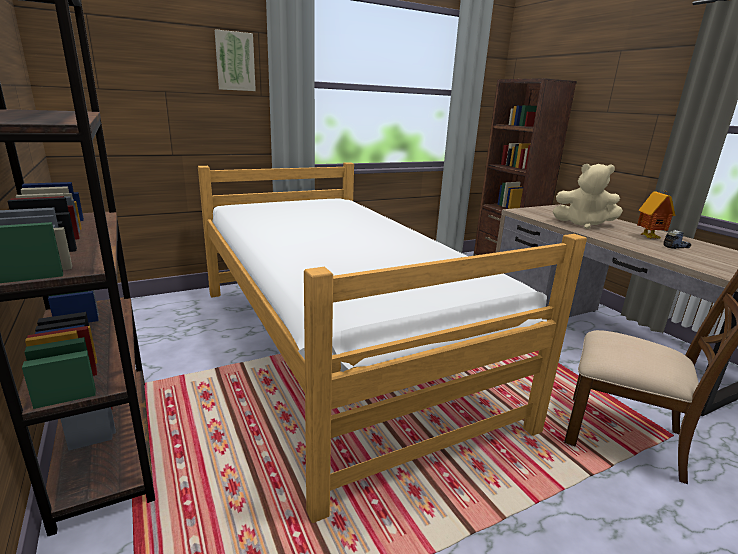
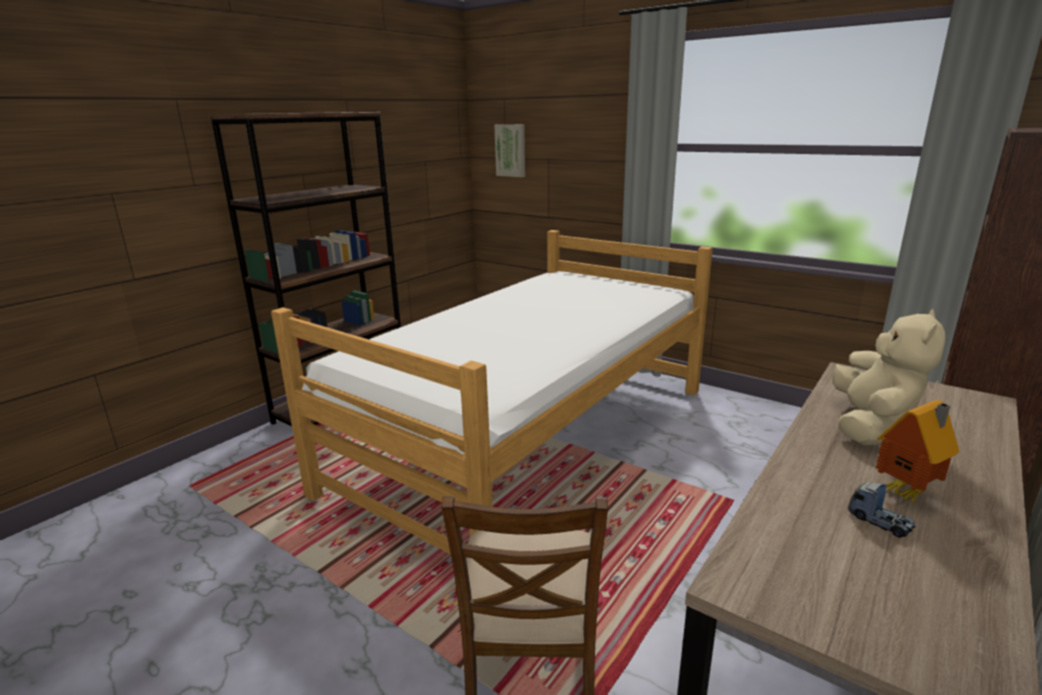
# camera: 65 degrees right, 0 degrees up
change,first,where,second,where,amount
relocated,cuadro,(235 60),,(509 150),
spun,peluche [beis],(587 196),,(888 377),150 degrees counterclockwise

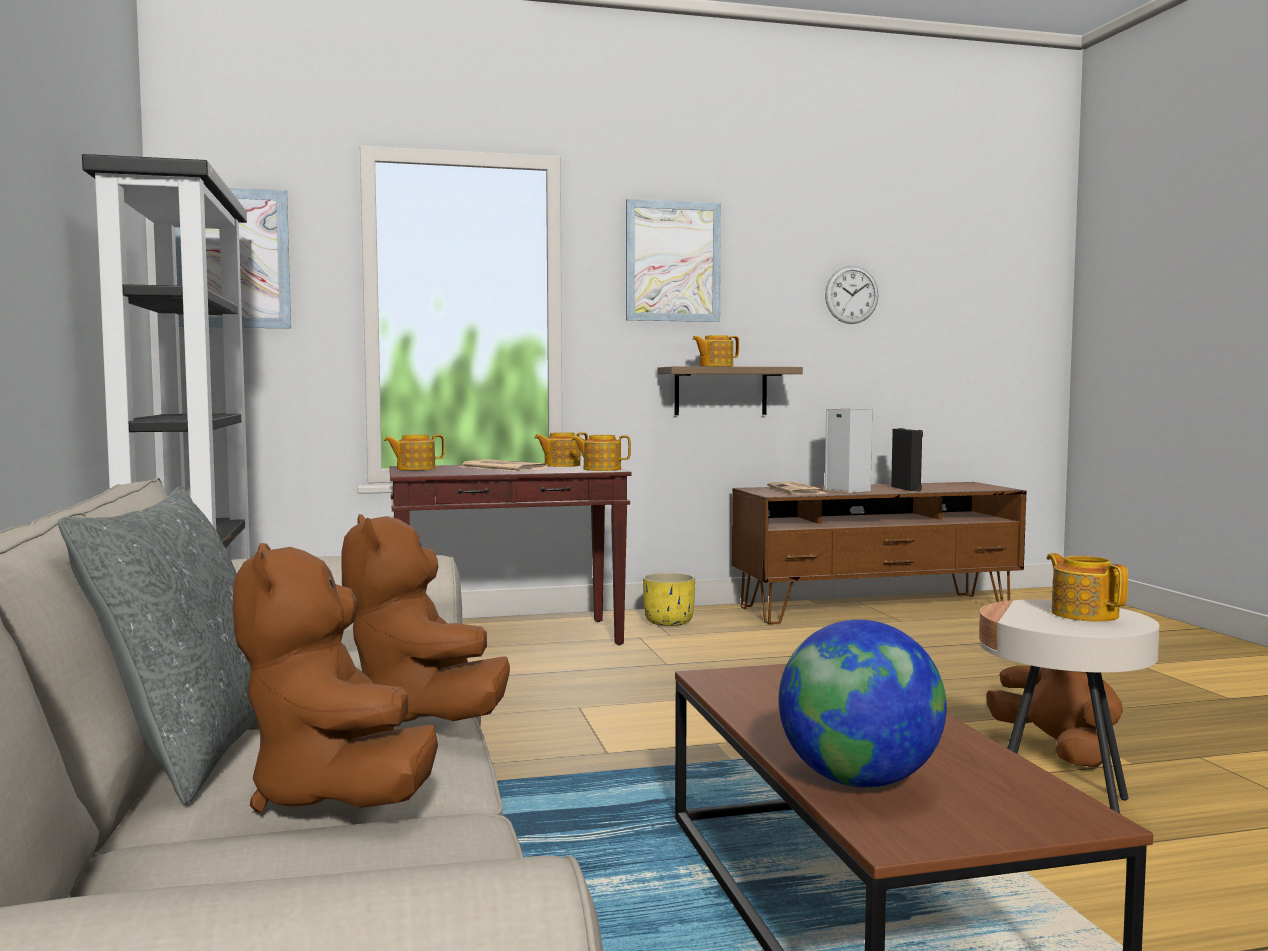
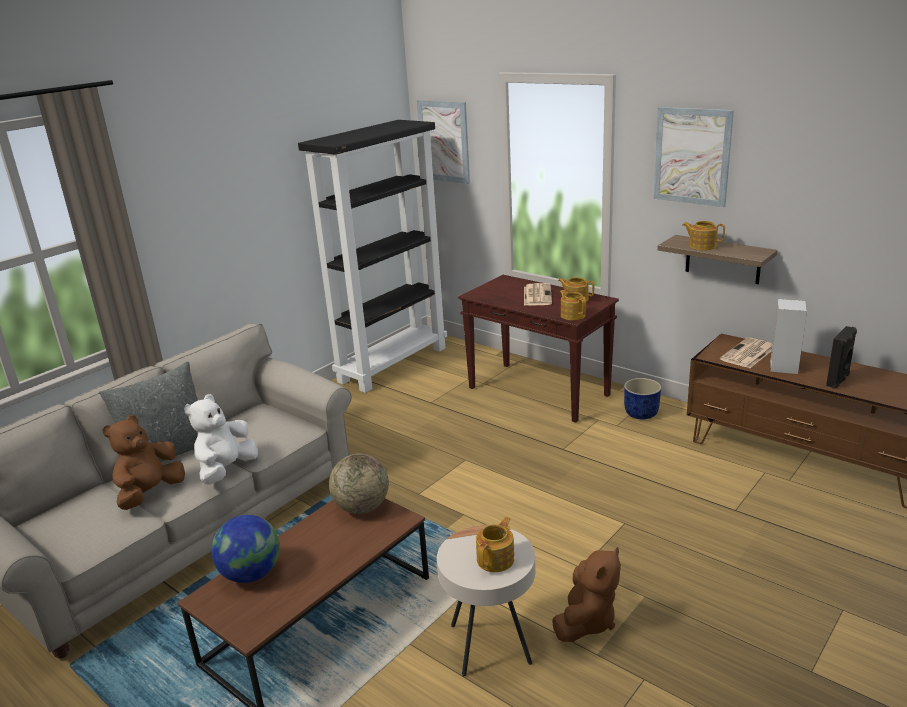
# camera: 55 degrees right, 20 degrees up
change,first,where,second,where,amount
missing,tetera,(414 452),,,
missing,reloj de pared,(852 295),,,
appeared,,,globo terráqueo,(359 483),
colour,peluche [marrón],(425 618),peluche [blanco],(221 439),
colour,maceta [amarillo],(669 599),maceta [azul],(642 398),

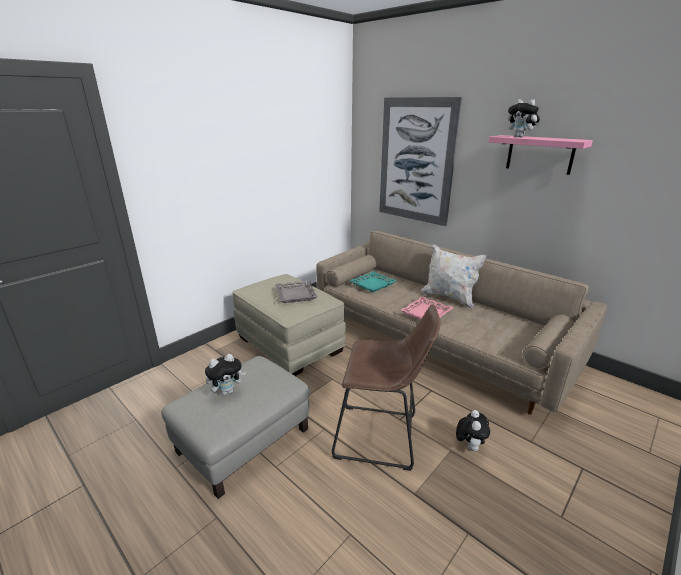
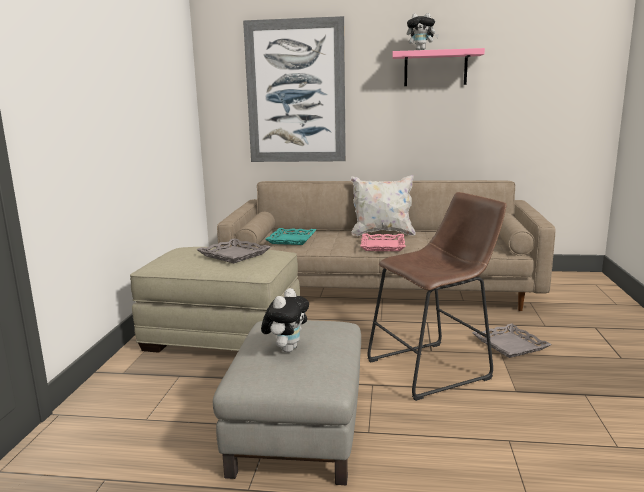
# camera: 35 degrees left, 10 degrees down
change,first,where,second,where,amount
exchanged,peluche,(473 431),bandeja [gris],(512 340),

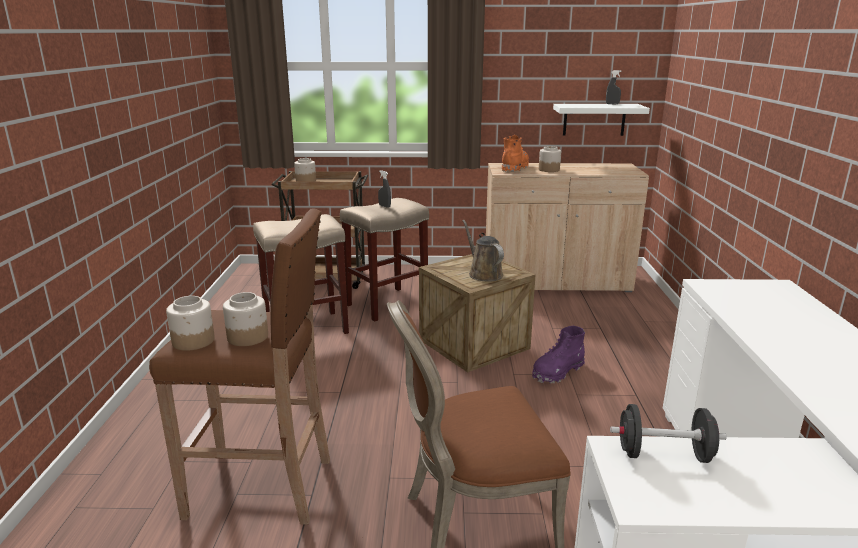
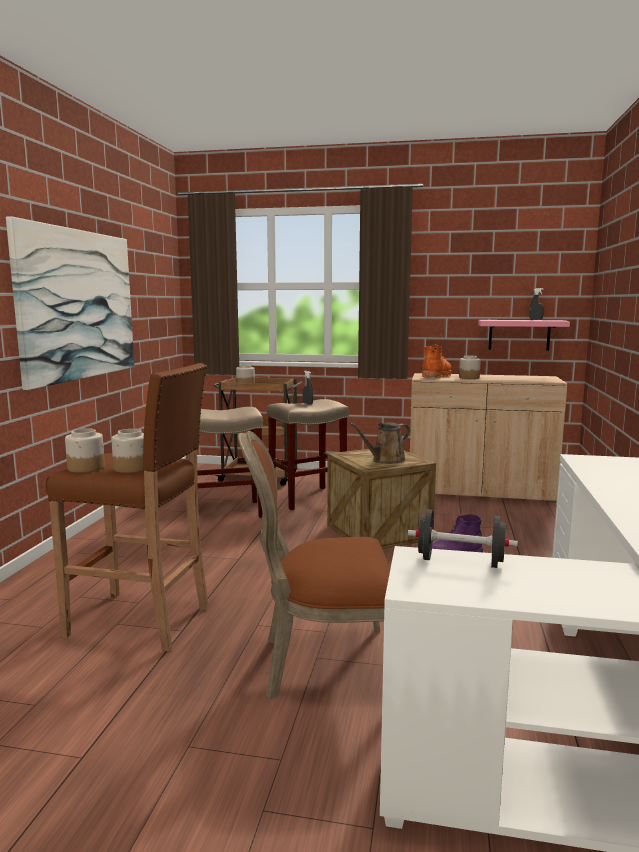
# camera: 10 degrees right, 10 degrees down
change,first,where,second,where,amount
appeared,,,cuadro,(70 303),
colour,estante [blanco],(601 120),estante [rosa],(524 335),
spun,regadera [marrón],(483 250),,(380 443),105 degrees counterclockwise

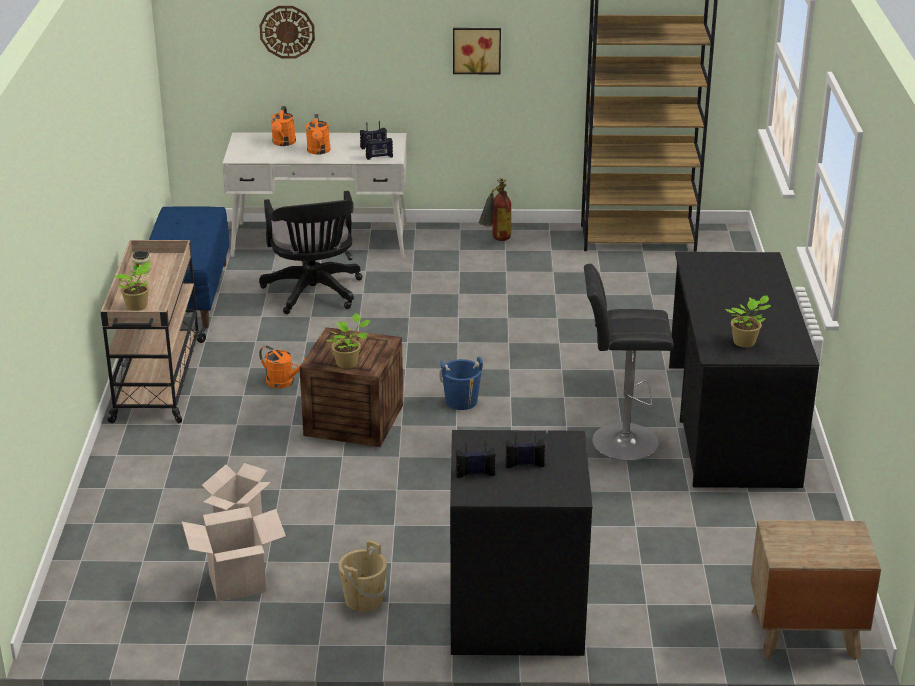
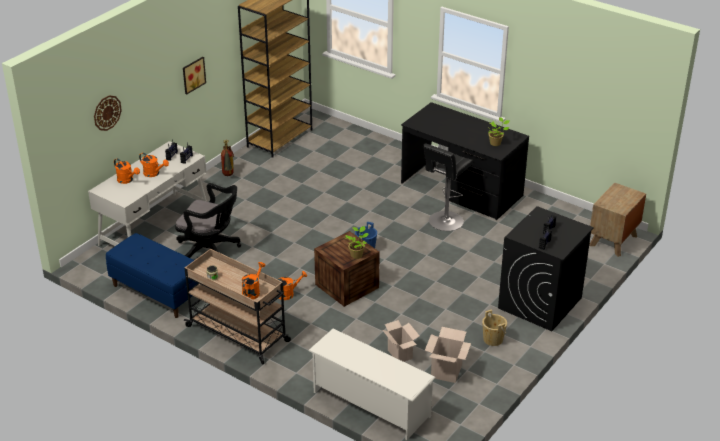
# camera: 55 degrees left, 5 degrees up
change,first,where,second,where,amount
appeared,,,zapatero [blanco],(372 384),
exchanged,planta en maceta,(132 286),regadera [naranja],(253 281),

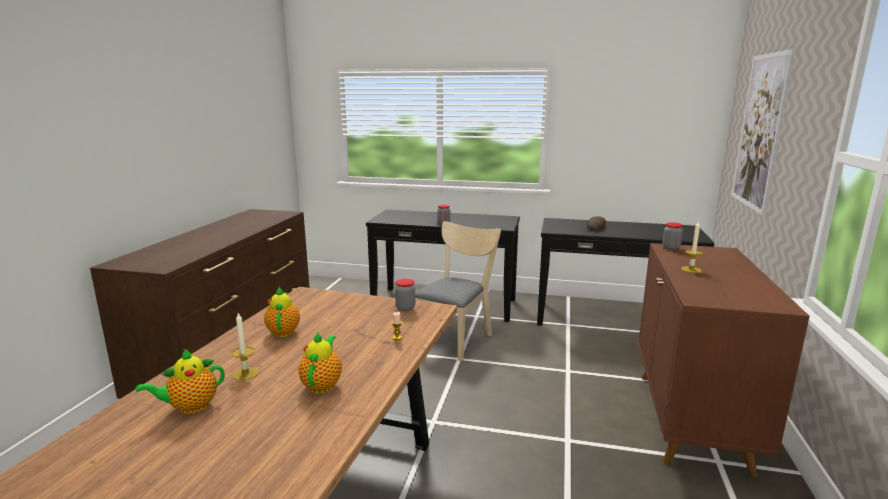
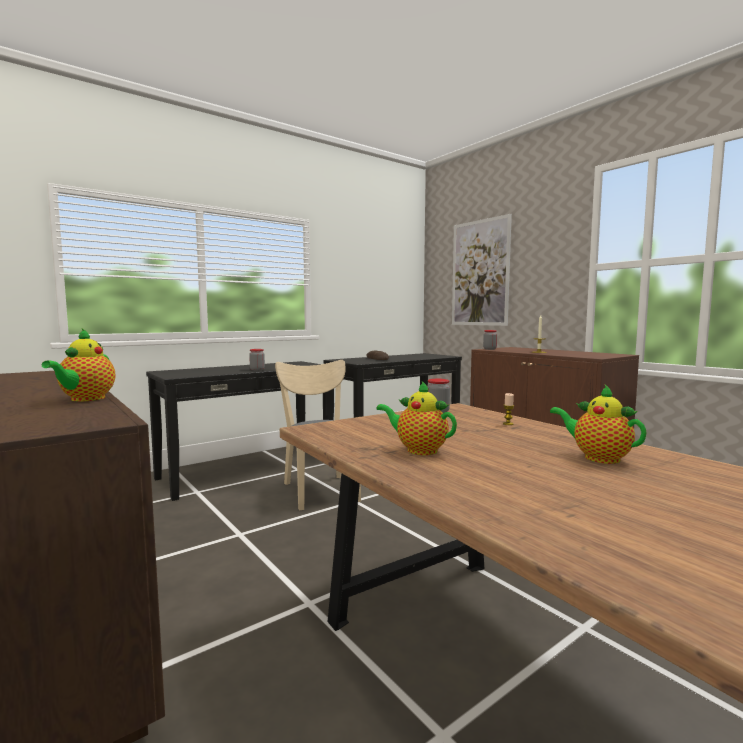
# camera: 50 degrees left, 10 degrees down
change,first,where,second,where,amount
missing,vela,(245 347),,,
relocated,tetera,(180 381),,(78 364),

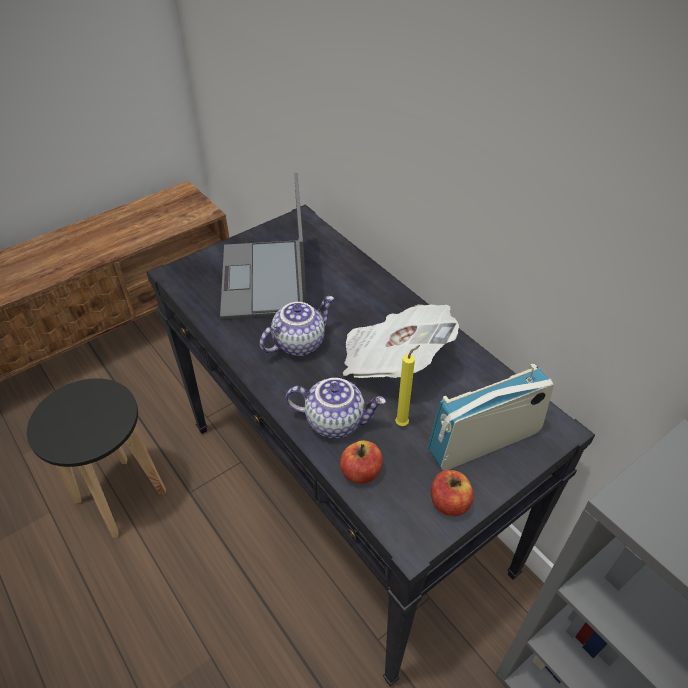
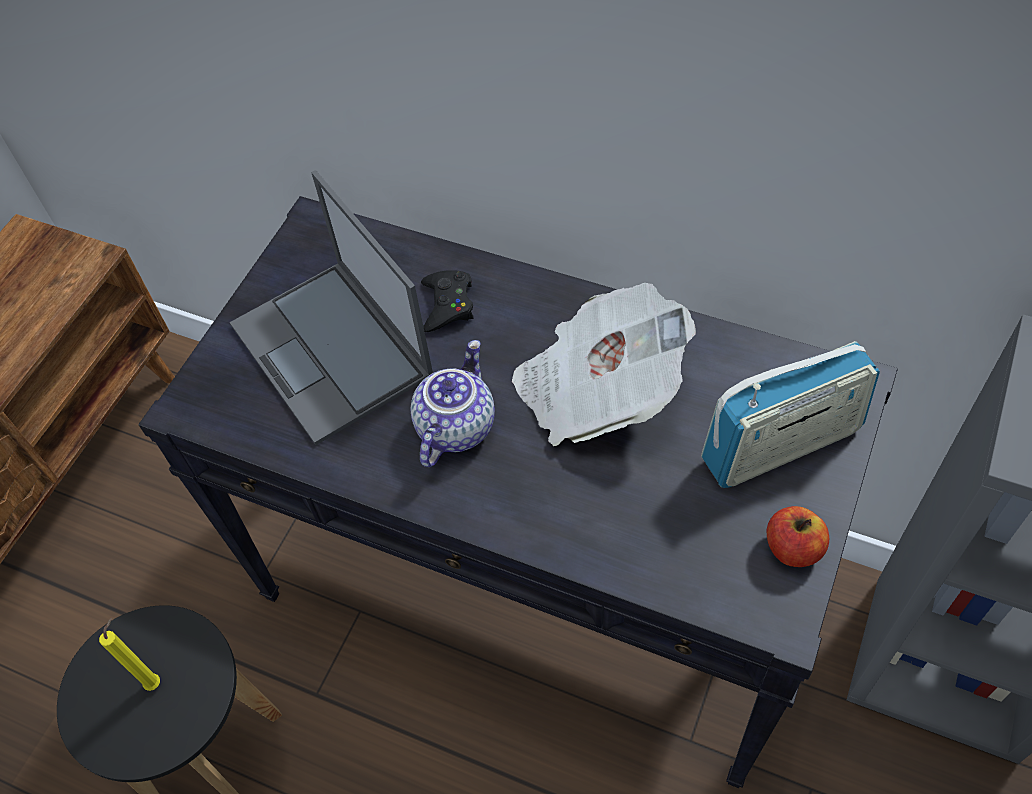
# camera: 25 degrees left, 10 degrees up
change,first,where,second,where,amount
missing,tetera,(335 408),,,
missing,manzana,(361 462),,,
appeared,,,mando de consola [negro],(447 301),
relocated,vela [amarillo],(407 385),,(129 654),
spun,radio,(491 417),,(790 414),150 degrees counterclockwise

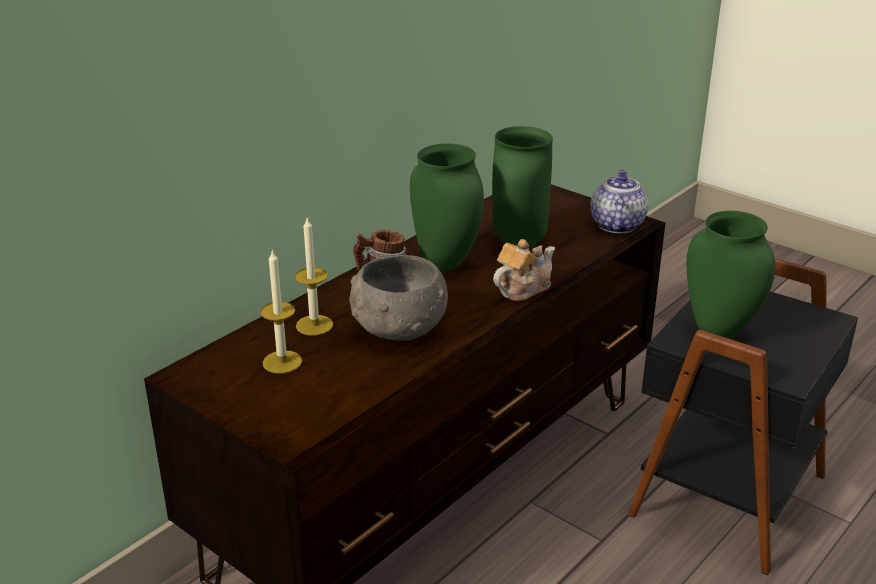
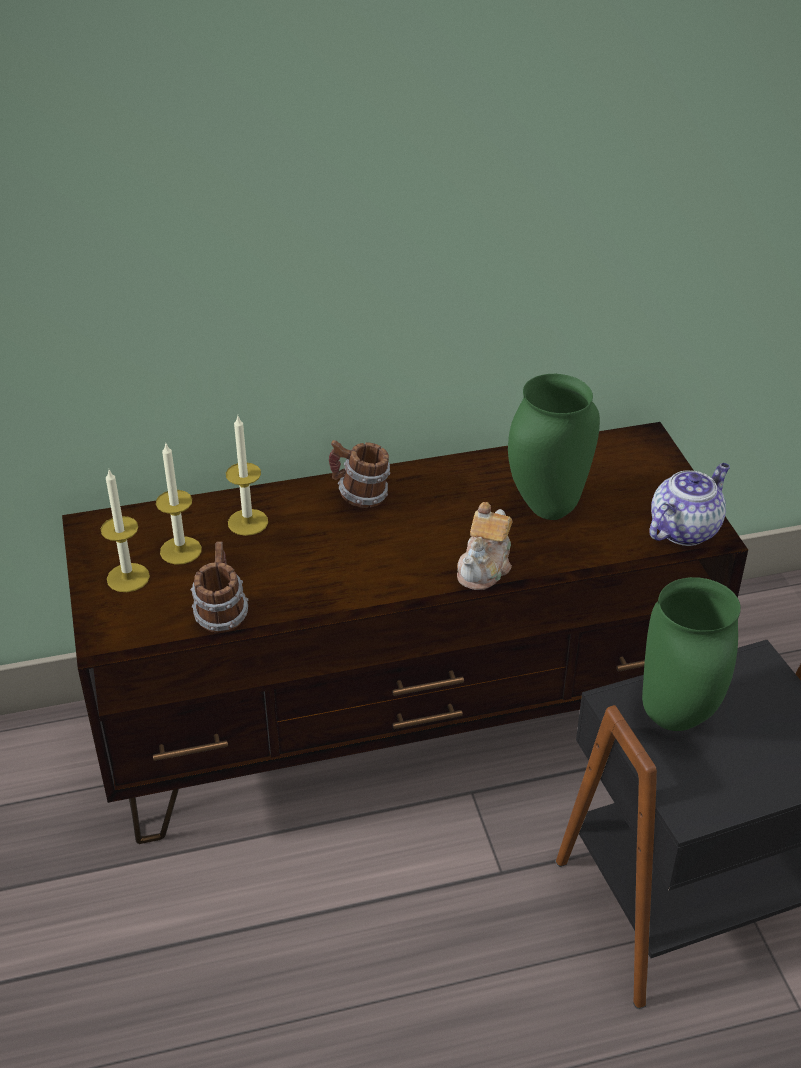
# camera: 35 degrees right, 10 degrees up
change,first,where,second,where,amount
missing,cuenco [gris],(399 298),,,
missing,florero [verde],(447 207),,,
appeared,,,vela,(125 531),
appeared,,,taza grande,(219 587),
spun,tetera,(524 270),,(484 546),120 degrees clockwise

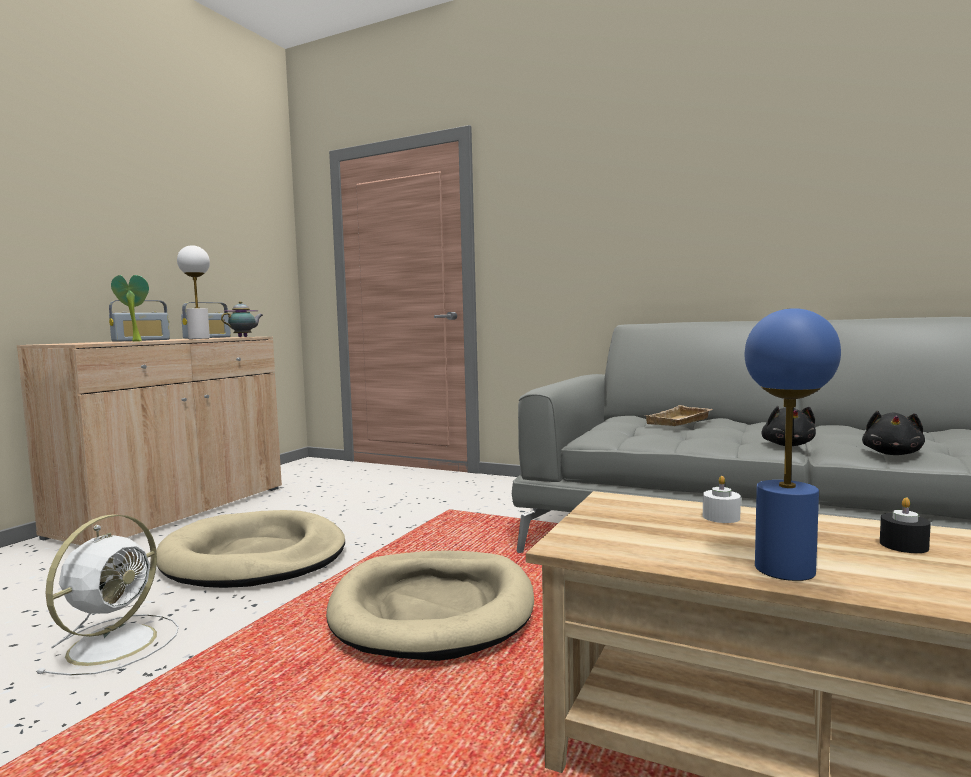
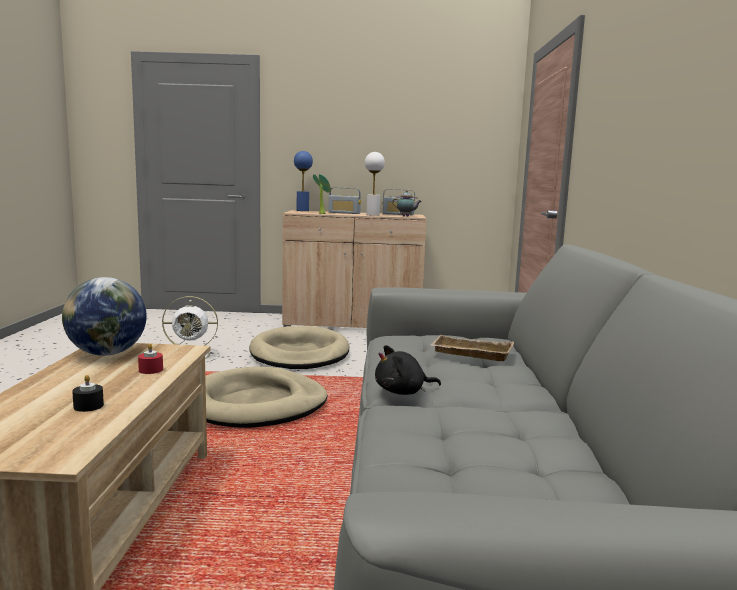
# camera: 65 degrees right, 5 degrees up
change,first,where,second,where,amount
missing,peluche [negro],(893 433),,,
appeared,,,globo terráqueo,(104 316),
relocated,lámpara de mesa [azul],(793 444),,(303 181),
colour,vela [blanco],(722 499),vela [rojo],(150 359),

